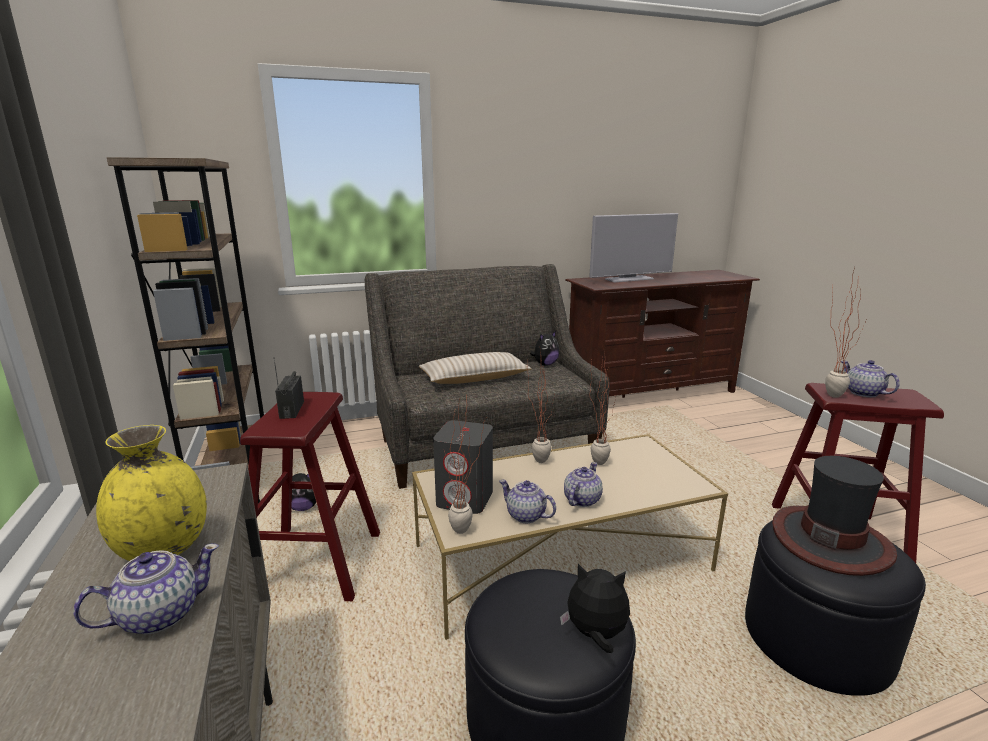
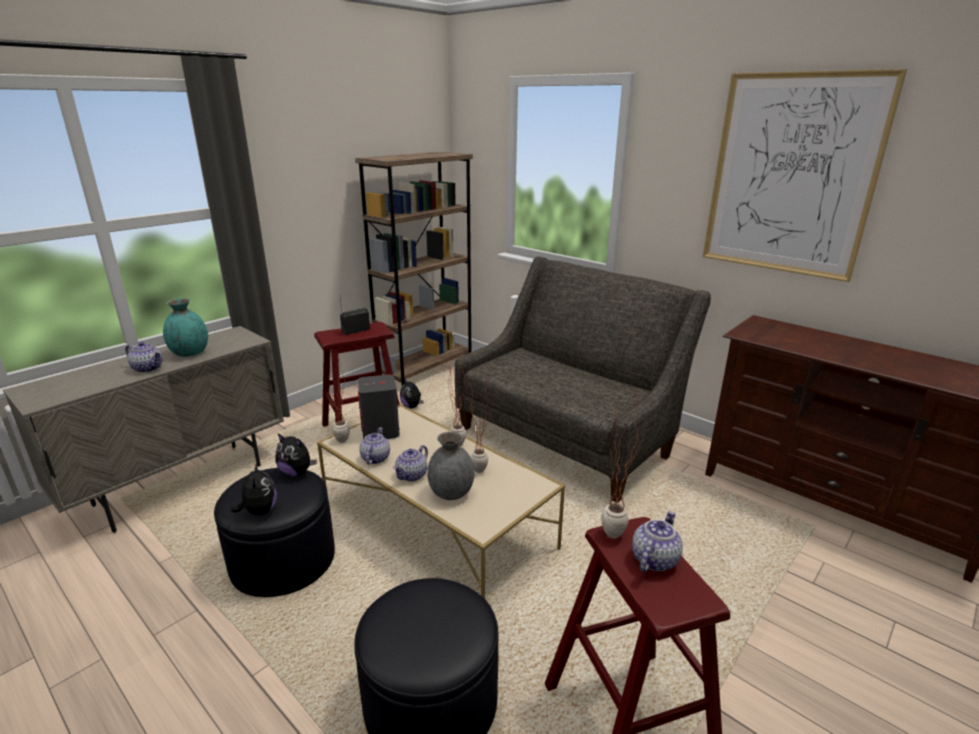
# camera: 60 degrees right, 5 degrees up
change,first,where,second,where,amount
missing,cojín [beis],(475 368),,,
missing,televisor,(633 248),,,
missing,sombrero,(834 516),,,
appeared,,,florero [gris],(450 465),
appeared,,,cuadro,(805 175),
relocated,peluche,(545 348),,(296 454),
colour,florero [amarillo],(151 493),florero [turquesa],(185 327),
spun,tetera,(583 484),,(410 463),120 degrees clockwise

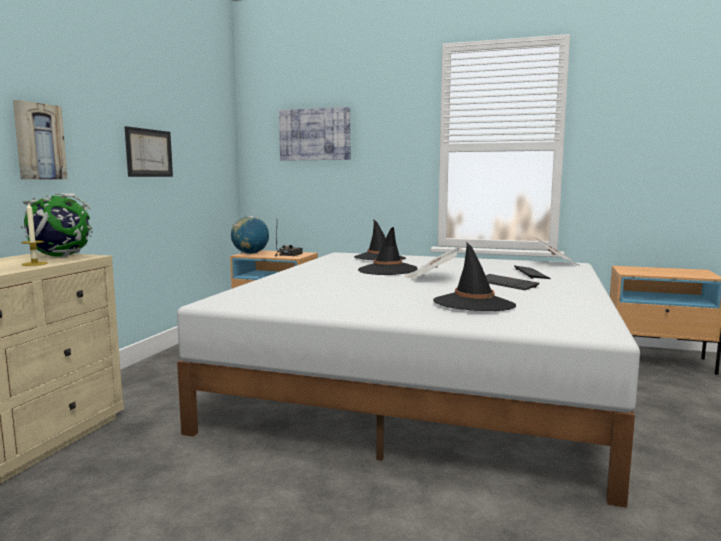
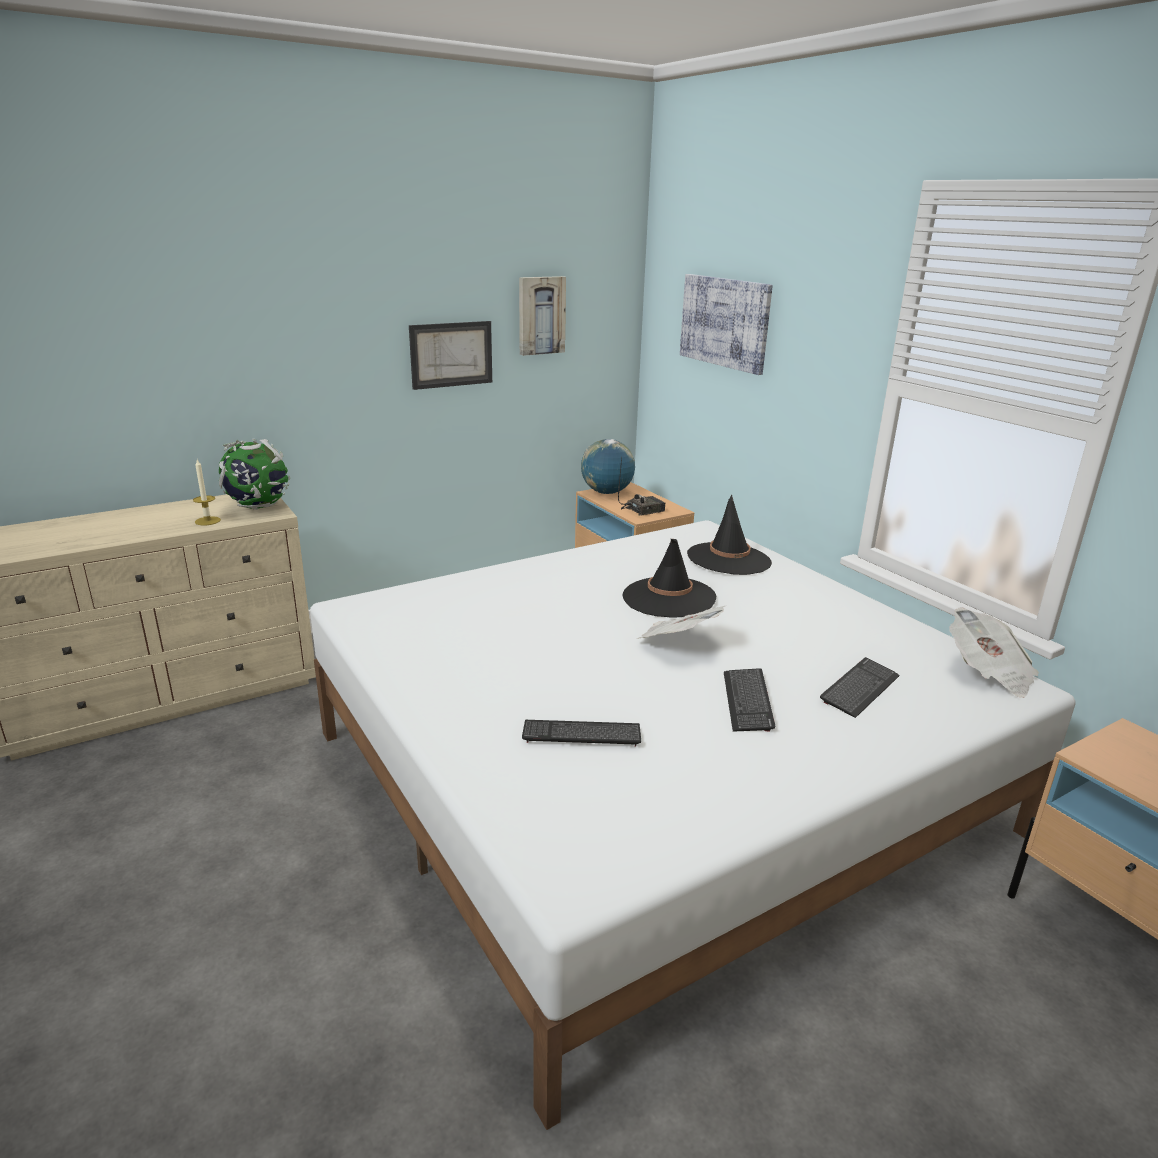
# camera: 40 degrees right, 15 degrees up
change,first,where,second,where,amount
relocated,cuadro,(40 140),,(542 316),
exchanged,sombrero [negro],(474 276),teclado,(581 733),

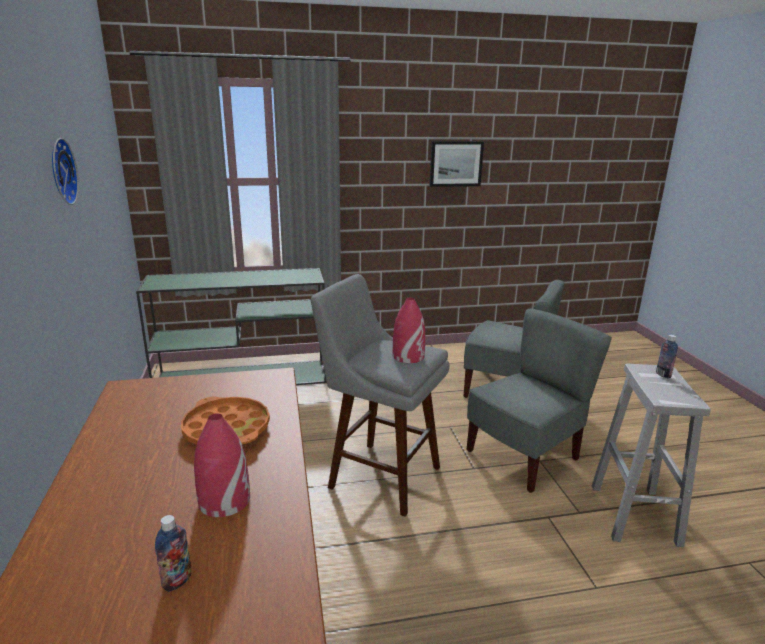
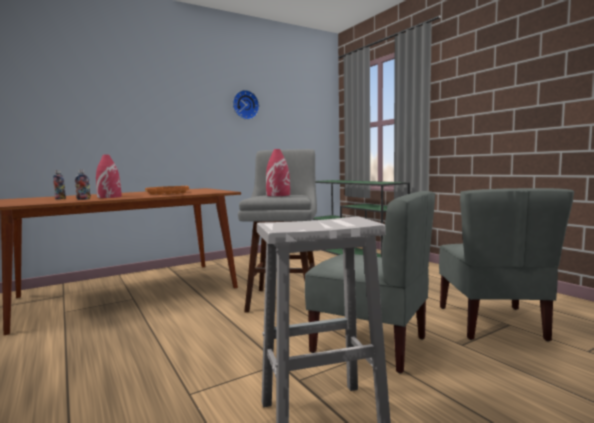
# camera: 70 degrees right, 15 degrees down
change,first,where,second,where,amount
missing,cuadro,(457 164),,,
relocated,botella,(667 356),,(83 185),

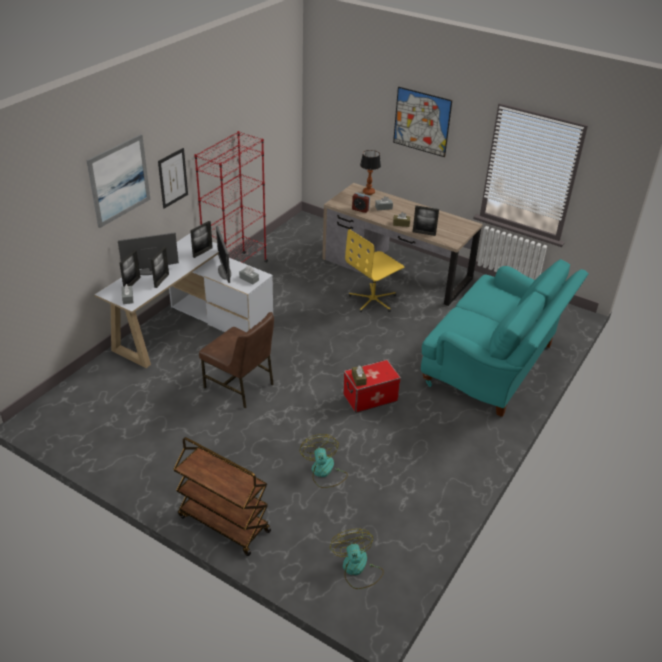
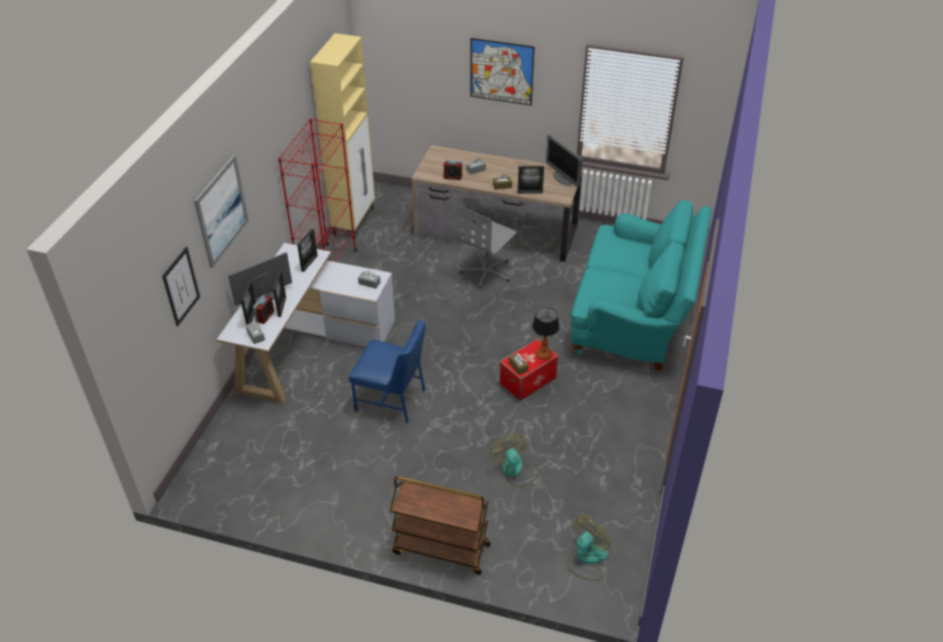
# camera: 15 degrees left, 5 degrees up
change,first,where,second,where,amount
appeared,,,despertador,(263 309),
appeared,,,armario [beis],(342 135),
relocated,cuadro,(173 178),,(181 287),
relocated,monitor,(223 254),,(564 161),
relocated,lámpara de mesa,(370 172),,(545 334),
colour,silla [marrón],(236 360),silla [azul],(387 371),
colour,silla de oficina [amarillo],(374 270),silla de oficina [gris],(486 247),
spun,ventilador,(357 559),,(589 548),75 degrees clockwise

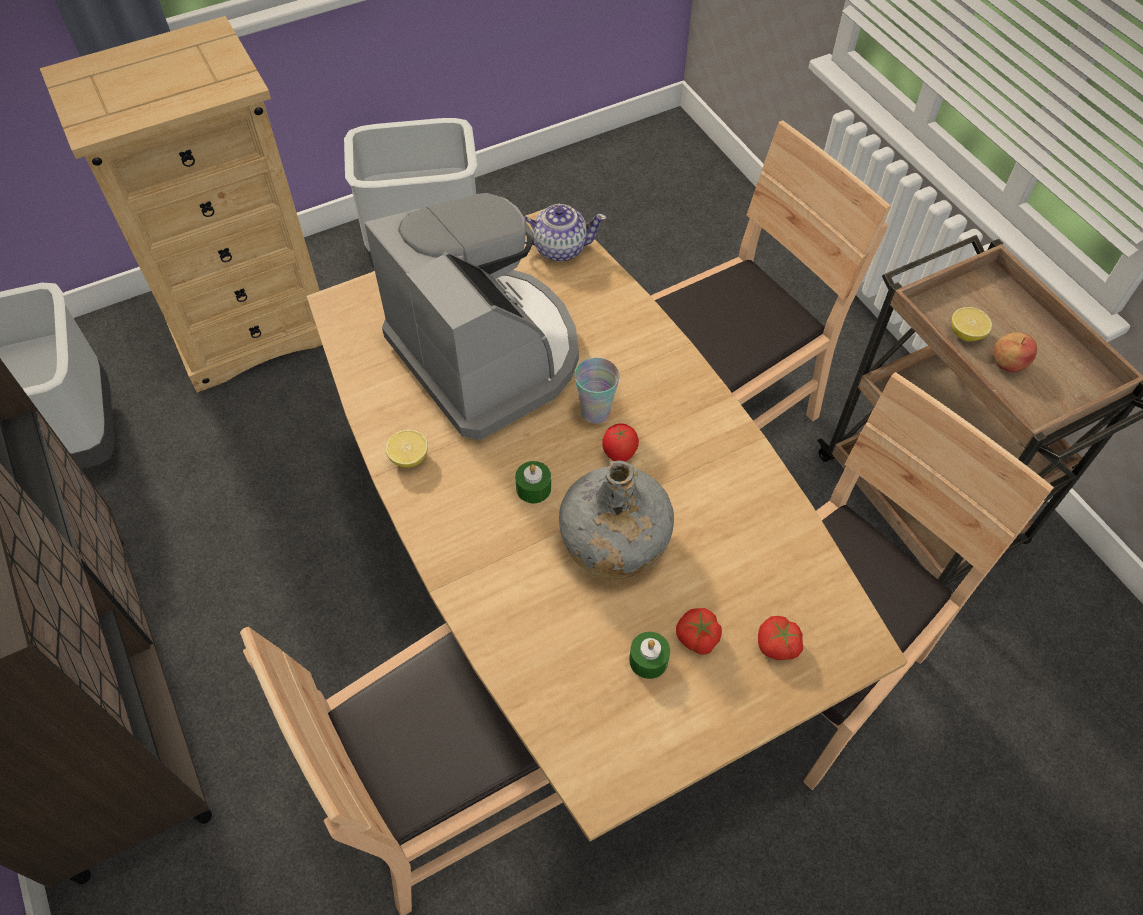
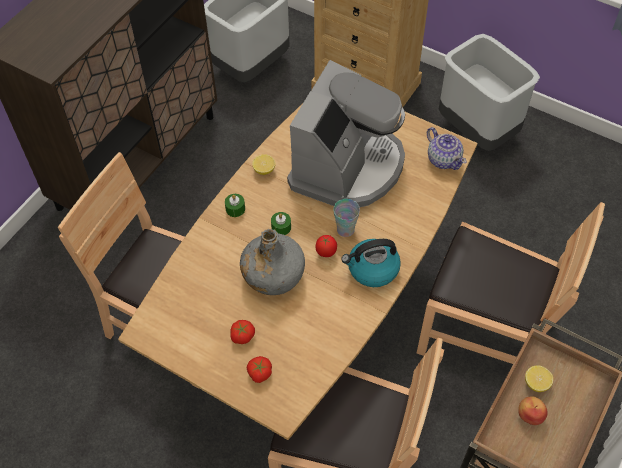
# camera: 60 degrees right, 0 degrees up
change,first,where,second,where,amount
appeared,,,hervidor,(371 263),
relocated,vela [verde],(649 655),,(235 205),

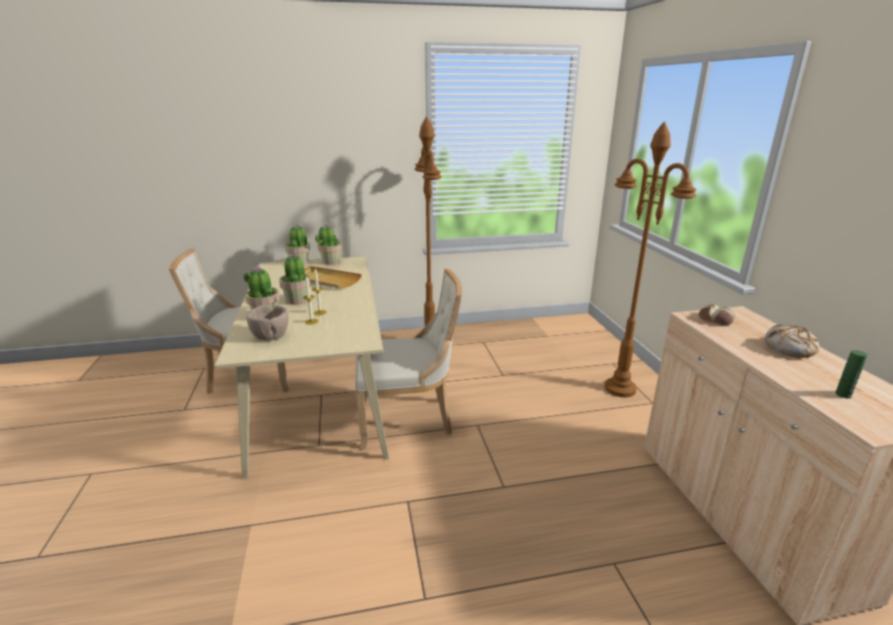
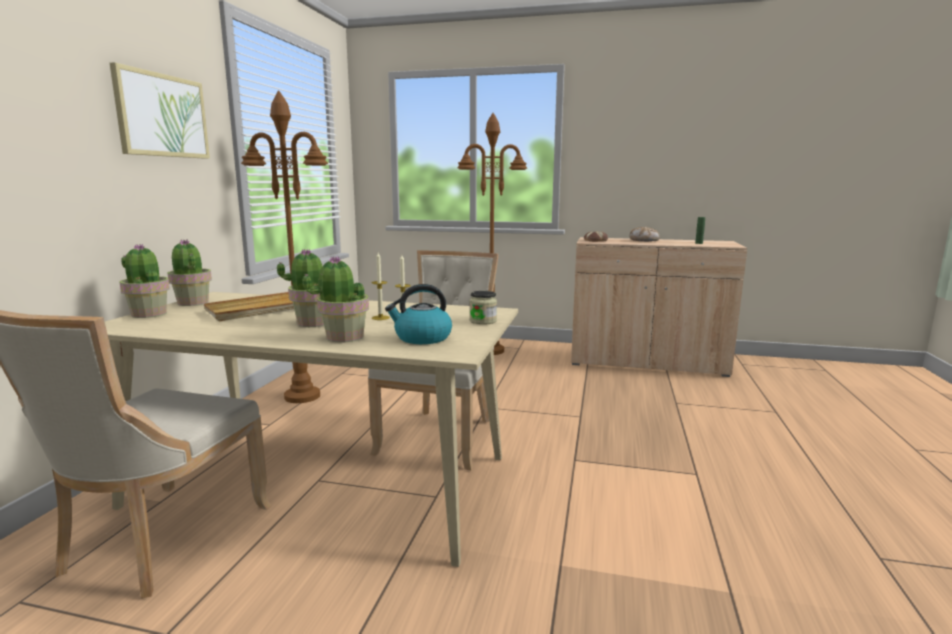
# camera: 65 degrees left, 10 degrees down
change,first,where,second,where,amount
appeared,,,cuadro,(160 110),
appeared,,,tarro,(483 308),
exchanged,cuenco [marrón],(268 322),hervidor,(418 314),

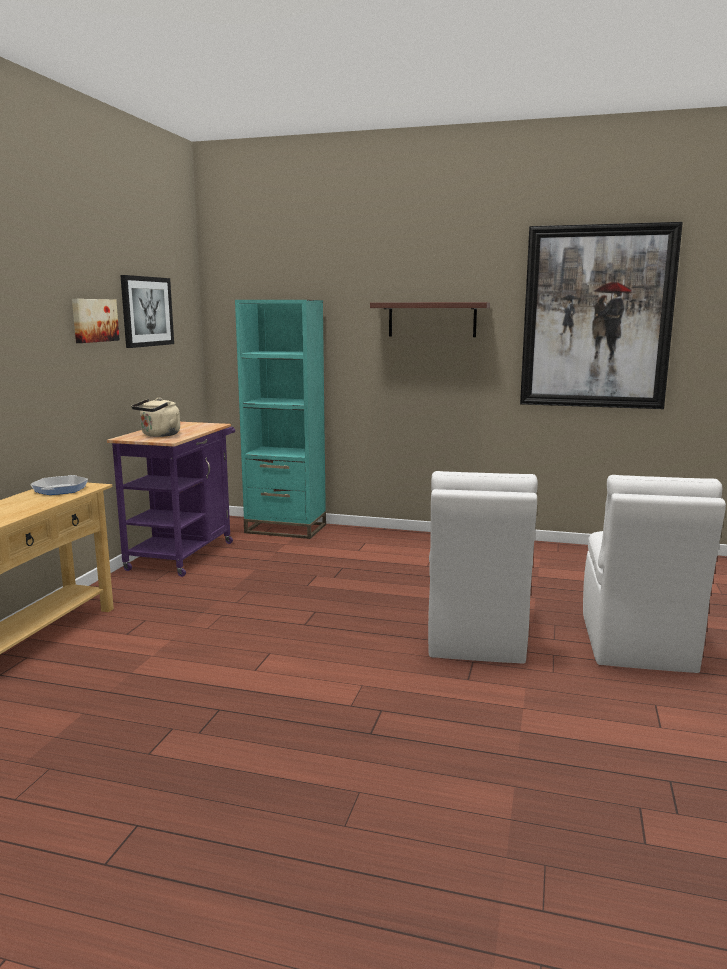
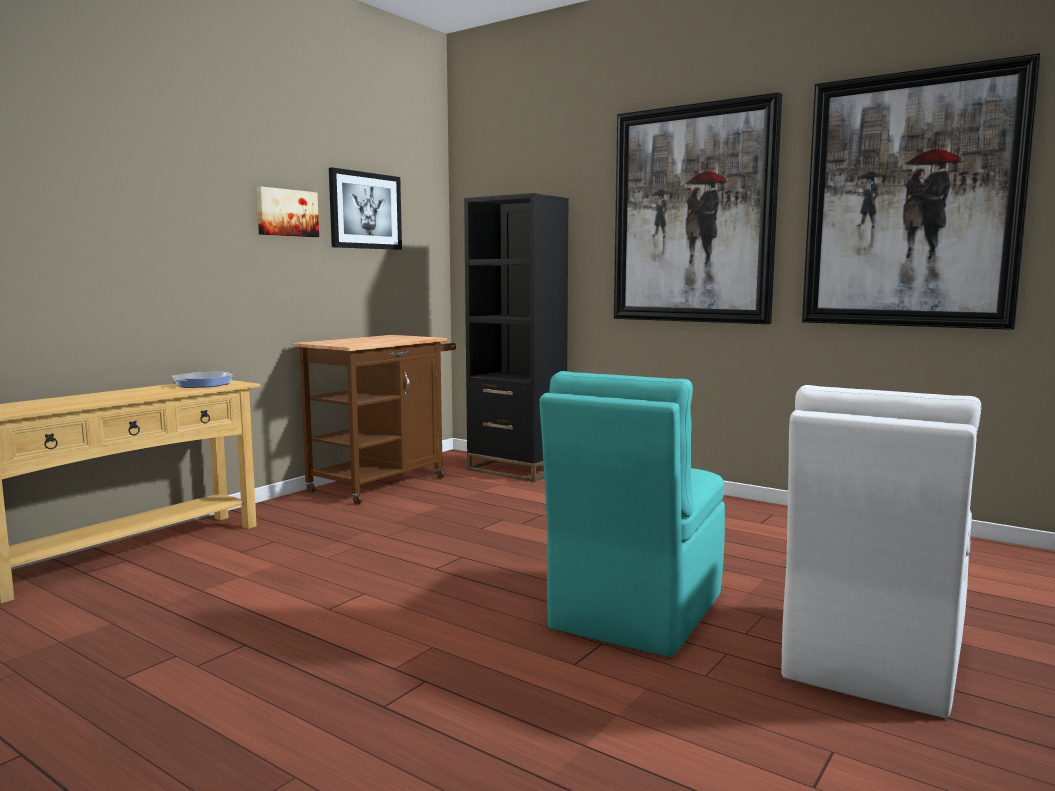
# camera: 20 degrees right, 5 degrees down
change,first,where,second,where,amount
missing,hervidor [beis],(155 417),,,
exchanged,estante,(430 319),cuadro,(698 208),
colour,carrito [morado],(171 499),carrito [marrón],(374 419),
colour,estantería [turquesa],(280 419),estantería [negro],(516 337),
colour,silla [blanco],(483 567),silla [turquesa],(632 514),

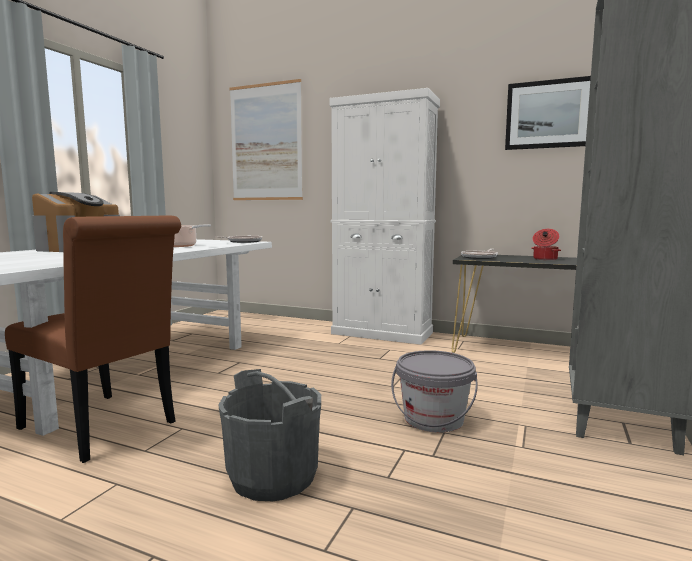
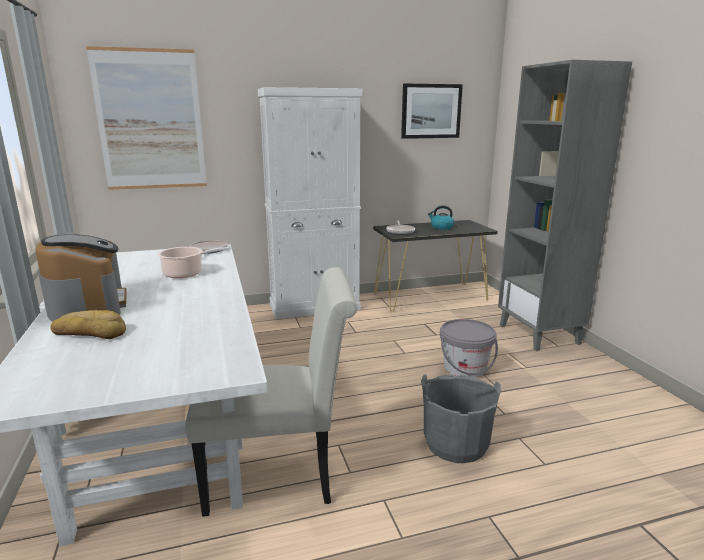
# camera: 40 degrees left, 10 degrees up
change,first,where,second,where,amount
appeared,,,pan,(88 324),
exchanged,olla,(546 244),hervidor,(441 217),
colour,silla [marrón],(93 339),silla [blanco],(271 392),

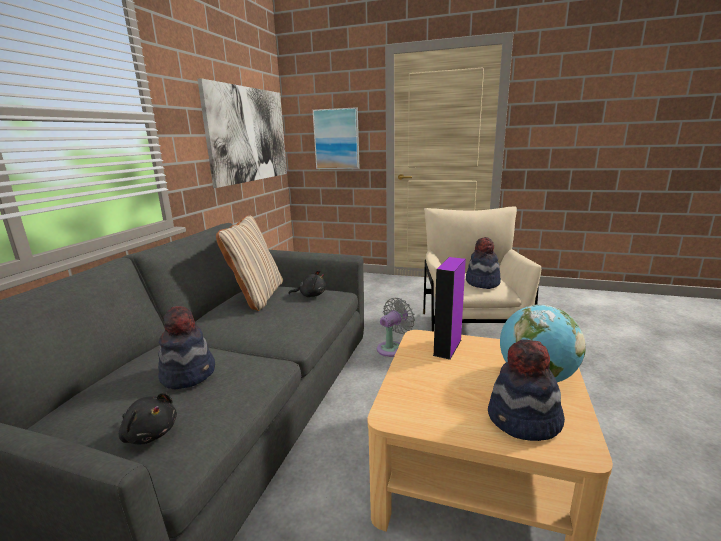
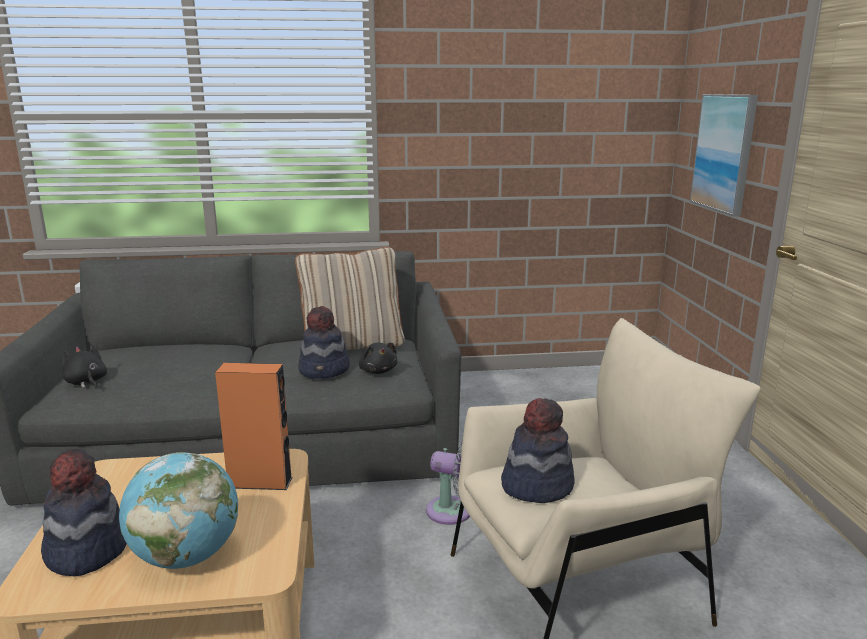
# camera: 65 degrees right, 0 degrees up
change,first,where,second,where,amount
missing,cuadro,(242 133),,,
relocated,sombrero,(186 347),,(324 342),
colour,altavoz [morado],(449 308),altavoz [naranja],(253 426),
spun,peluche [negro],(148 418),,(84 367),135 degrees clockwise

